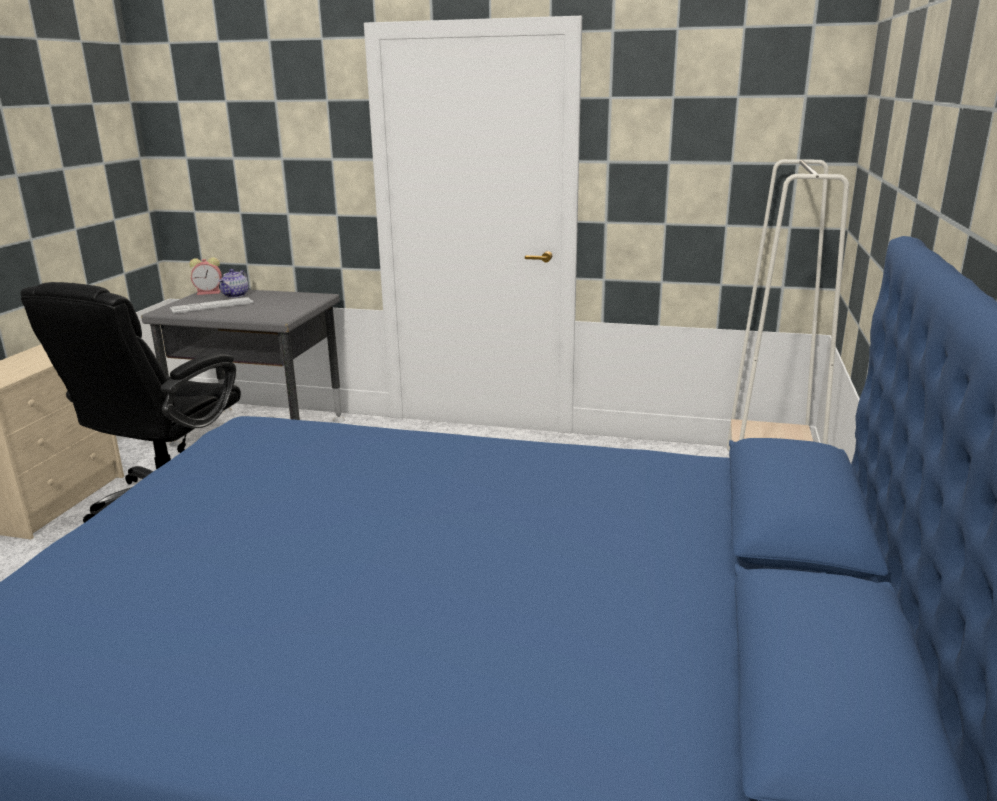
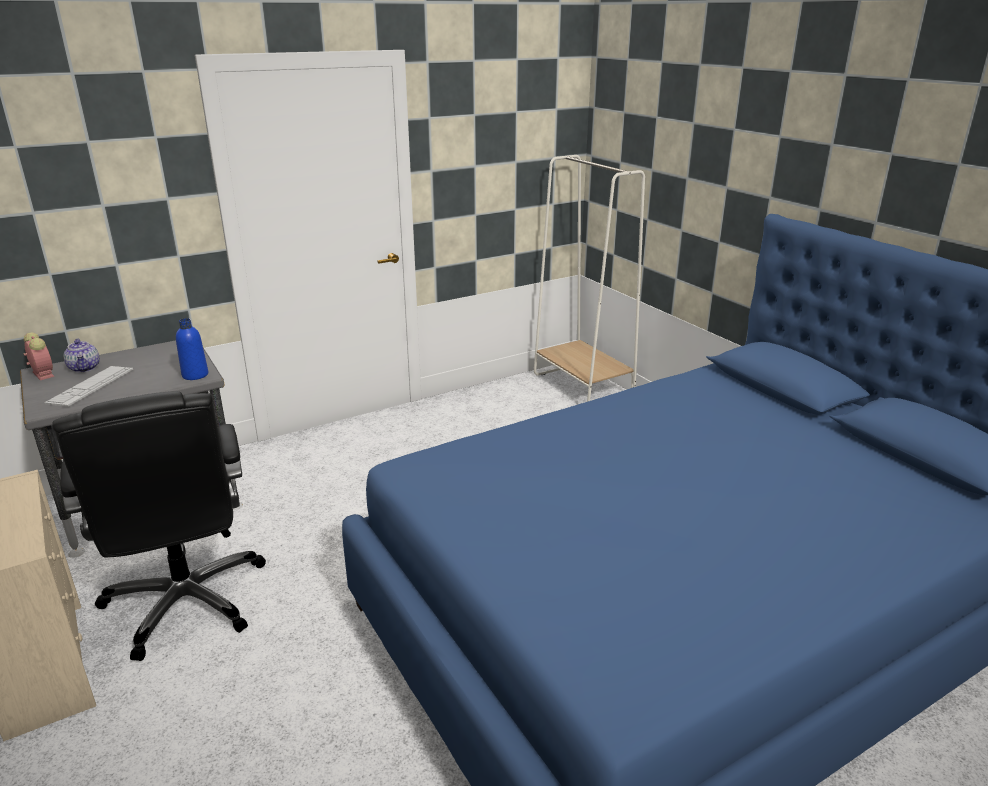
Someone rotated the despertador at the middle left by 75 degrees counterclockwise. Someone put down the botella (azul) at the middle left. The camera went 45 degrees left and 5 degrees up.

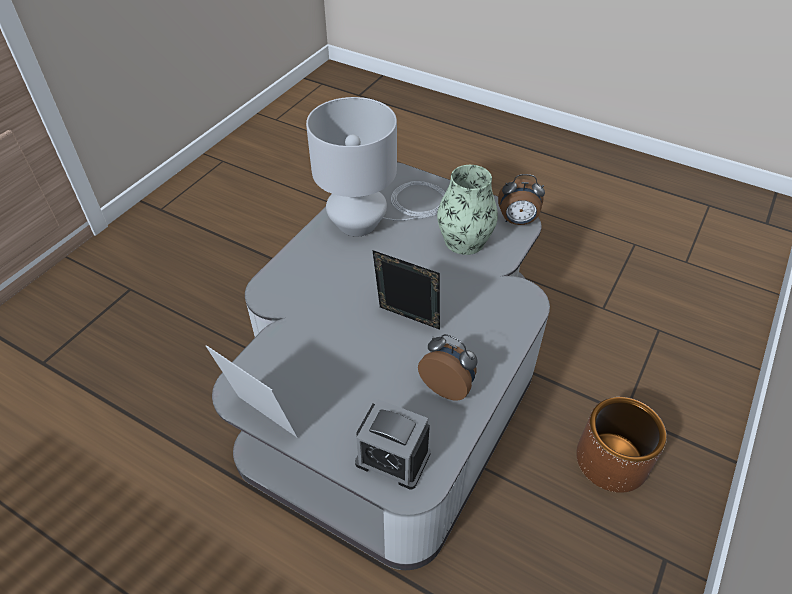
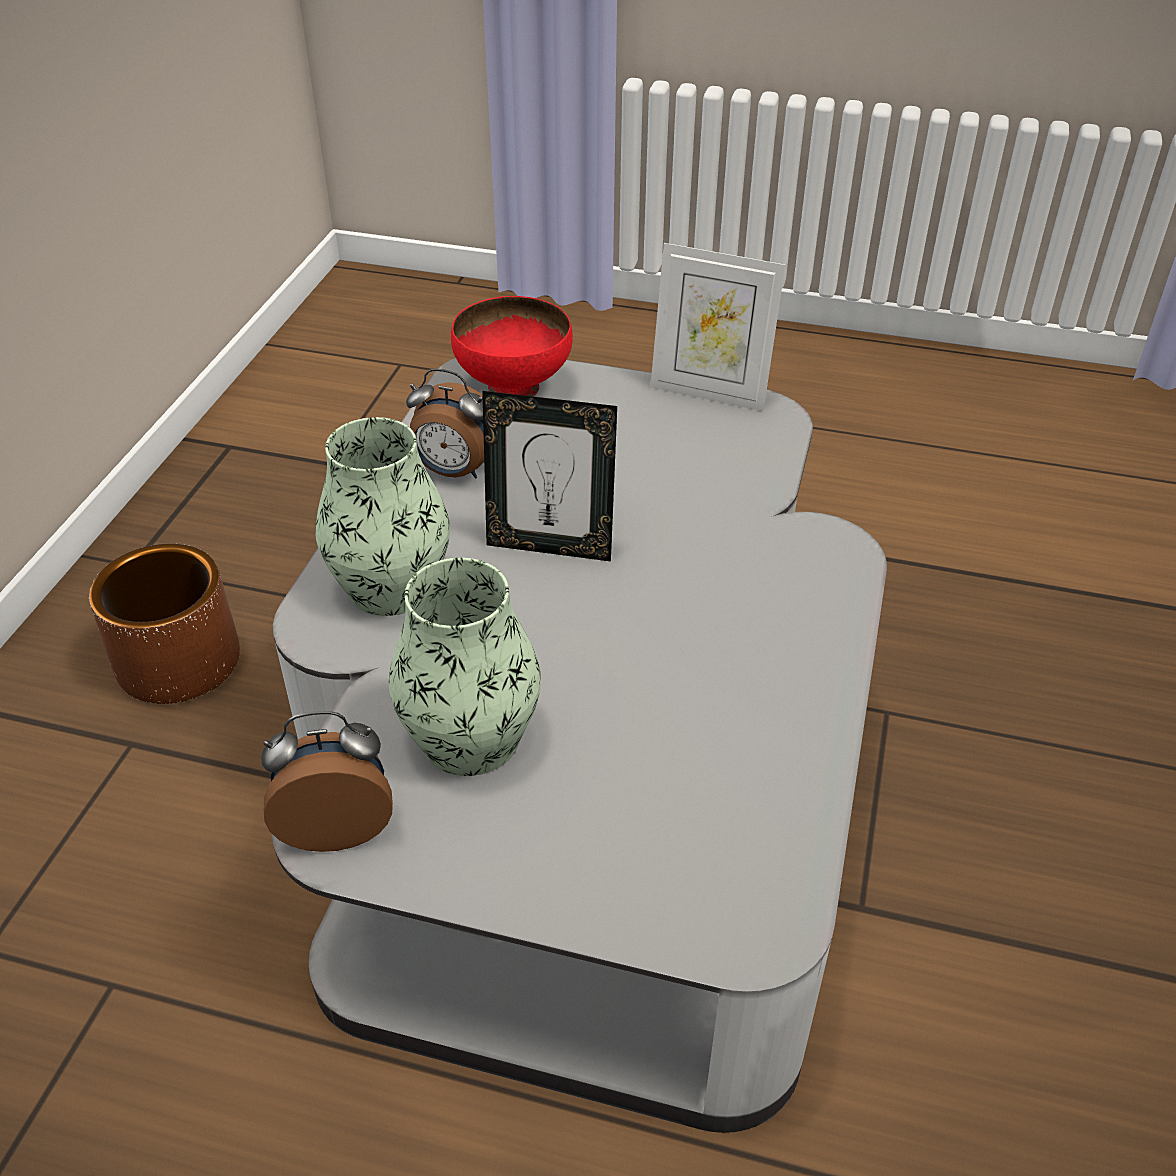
Someone took away the lámpara de mesa (gris) at the top centre. Someone swapped the despertador (no. 1 from left) at the bottom centre for the cuenco (rojo) at the top centre. Someone put down the florero (no. 1 from left) at the middle left. The camera went 165 degrees right and 5 degrees down.

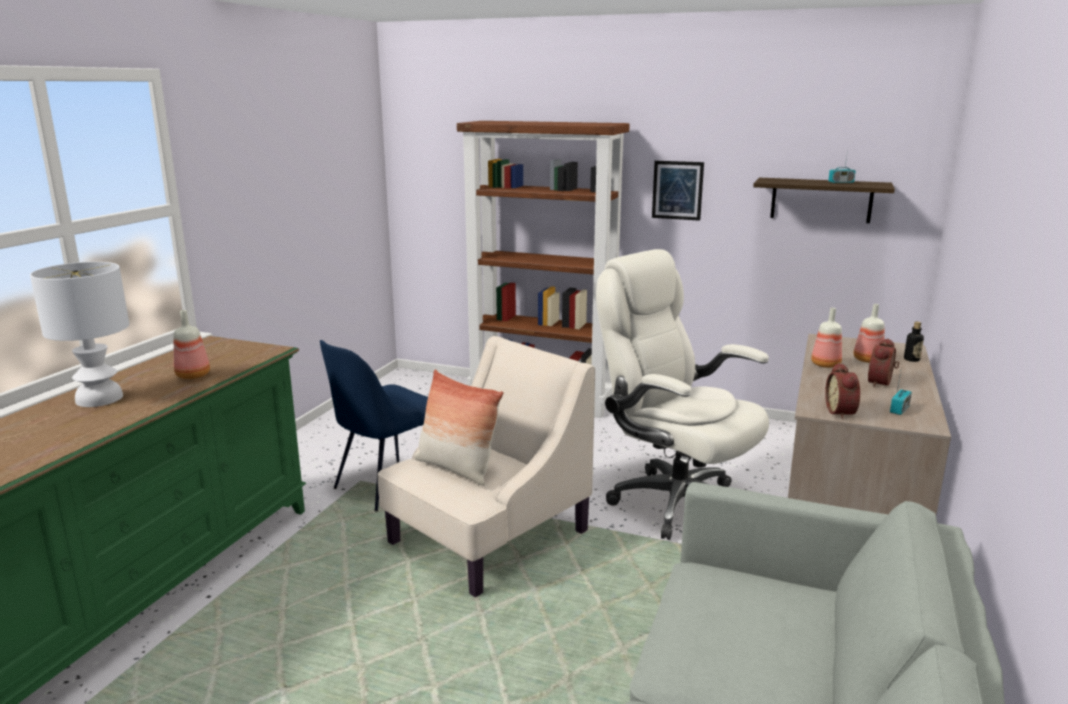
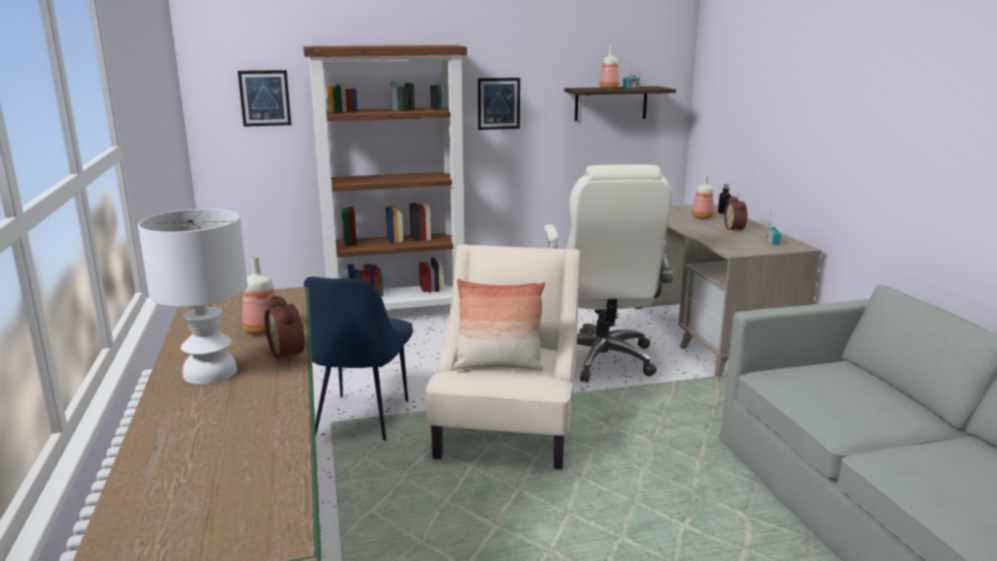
Someone rotated the silla de oficina (blanco) at the centre by 105 degrees counterclockwise. Someone carried the botella (no. 2 from left) from the middle right to the top centre. Someone carried the despertador (no. 1 from left) from the middle right to the middle left. Someone put up the cuadro (no. 1 from left) at the top left. The camera went 35 degrees left and 0 degrees up.

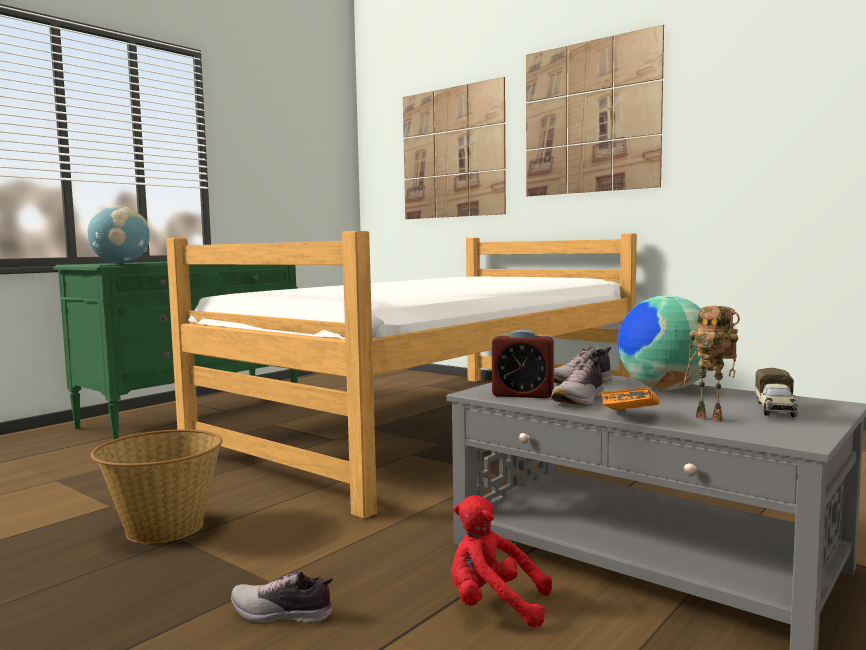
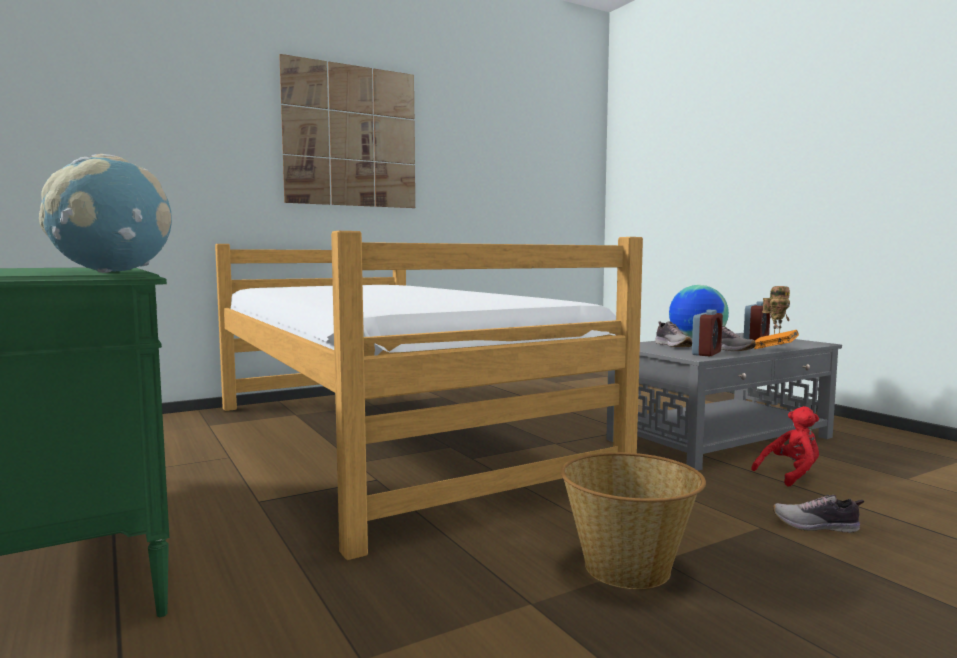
Someone took away the cuadro (no. 1 from left) at the top centre. Someone swapped the camión de juguete at the middle right for the despertador (no. 2 from left) at the middle right. Someone rotated the peluche (rojo) at the bottom centre by 150 degrees counterclockwise. Someone rotated the zapato (no. 1 from left in the first image) at the bottom left by 75 degrees clockwise. The camera went 70 degrees left and 0 degrees up.

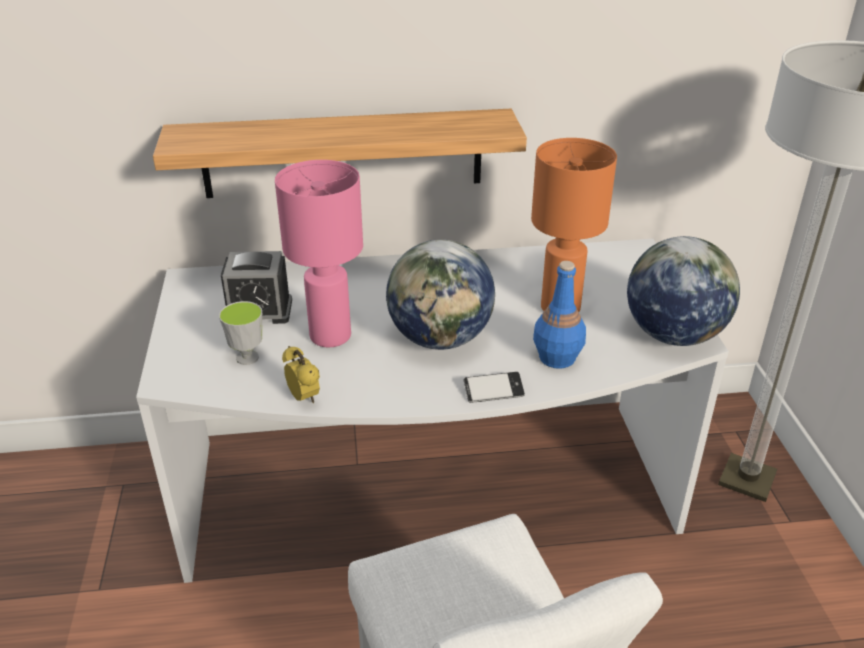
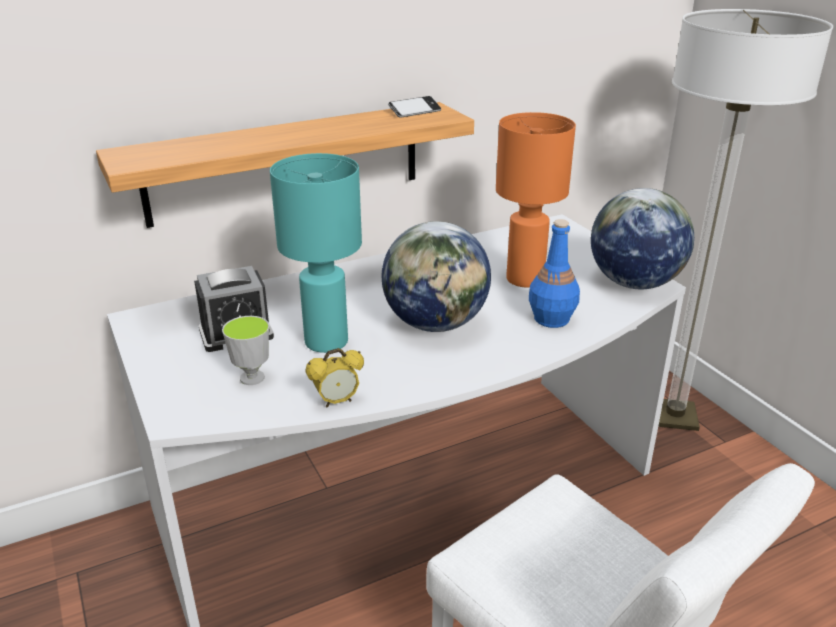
Someone repainted the lámpara de mesa (rosa) at the centre, which became the lámpara de mesa (turquesa) at the centre. Someone rotated the despertador (no. 2 from left) at the centre by 120 degrees clockwise. Someone carried the móvil from the centre to the top centre. The camera went 20 degrees left and 5 degrees down.

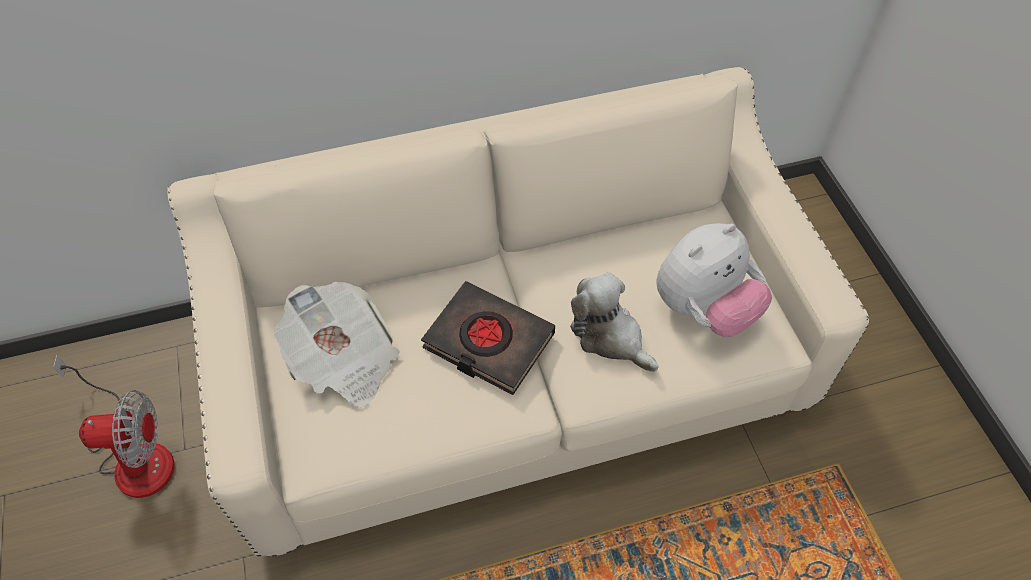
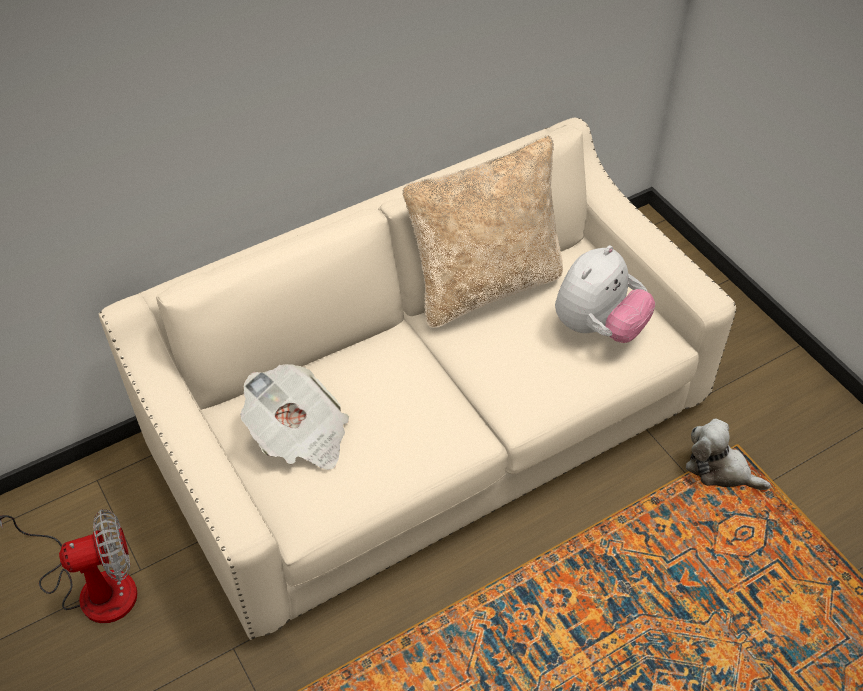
Someone carried the peluche (no. 1 from left in the first image) from the centre to the middle right. Someone took away the libro (negro) at the centre. Someone put down the cojín (beis) at the centre. The camera went 15 degrees left and 5 degrees down.

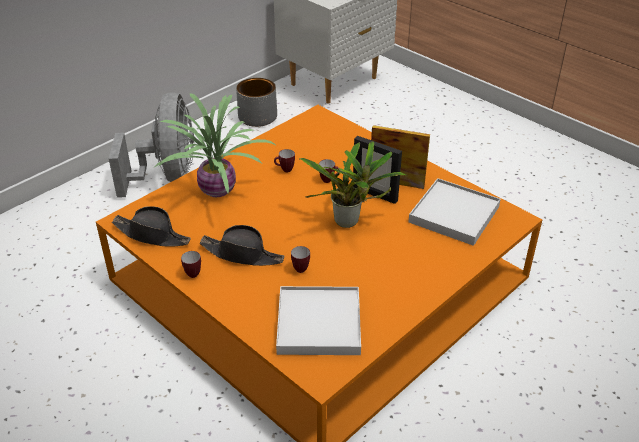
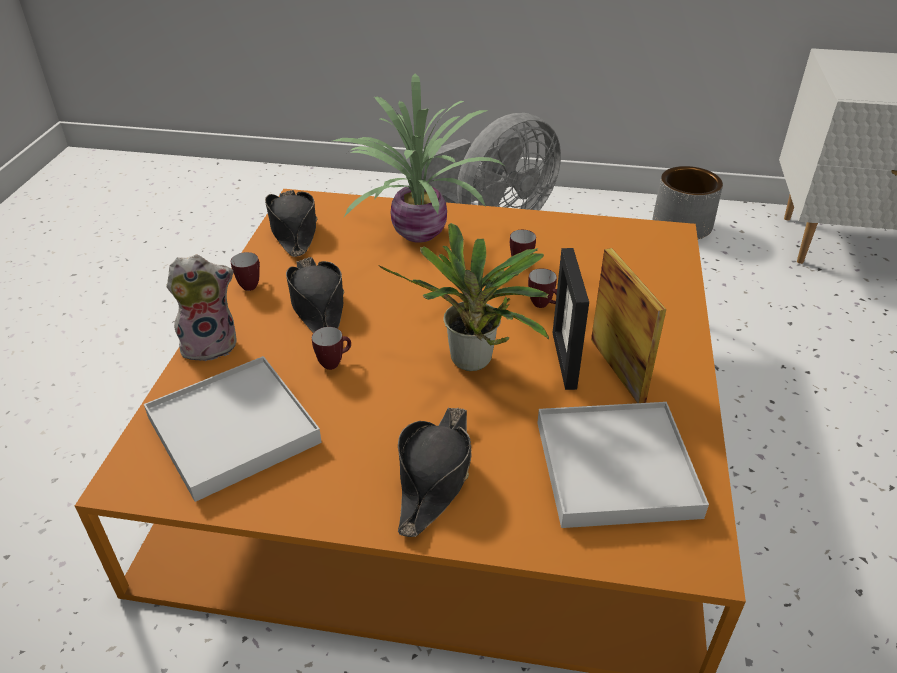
Someone put down the peluche at the middle left. Someone put down the sombrero (negro) (no. 3 from left) at the bottom centre. The camera went 55 degrees right and 0 degrees up.

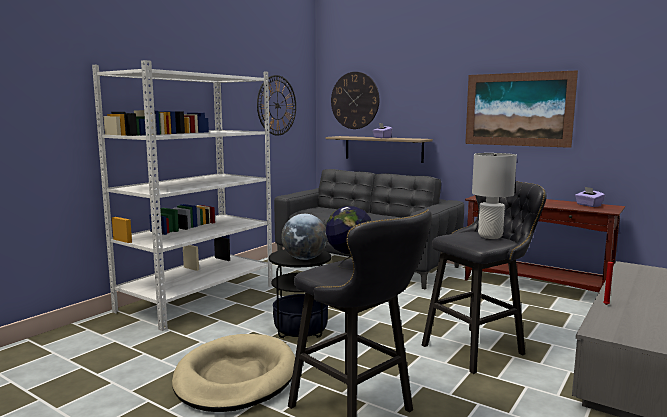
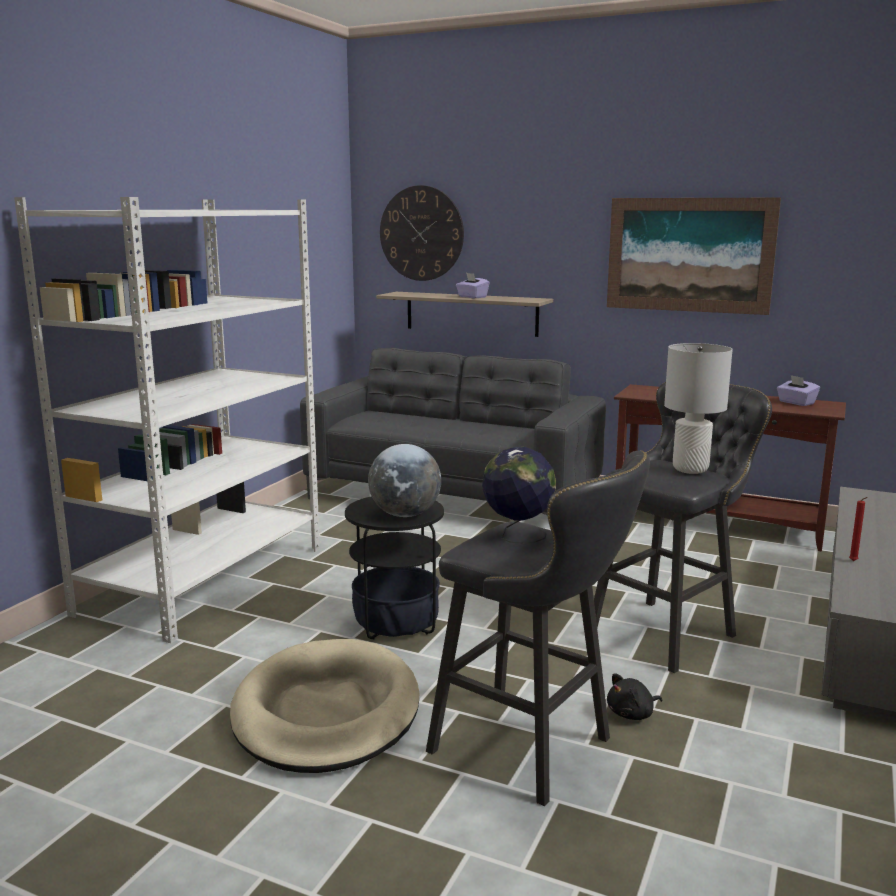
Someone took away the reloj de pared (no. 1 from left) at the top centre. Someone put down the peluche (negro) at the bottom right. The camera went 10 degrees left and 5 degrees up.

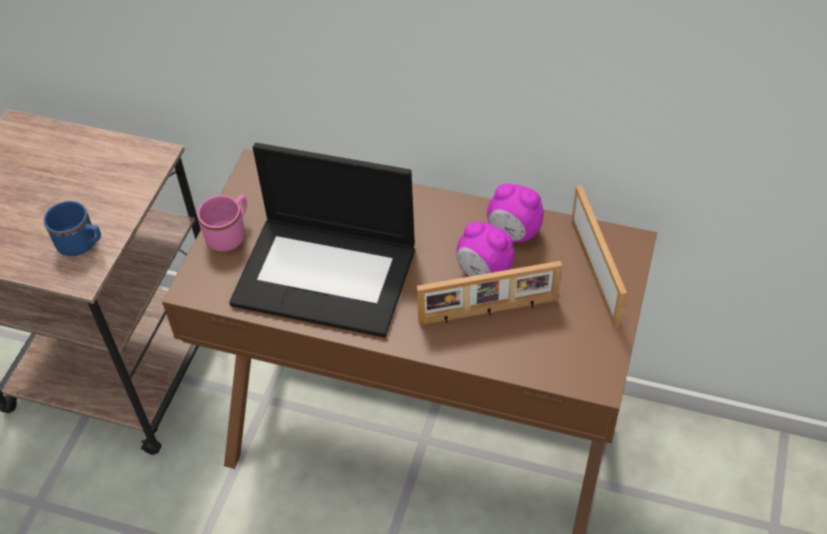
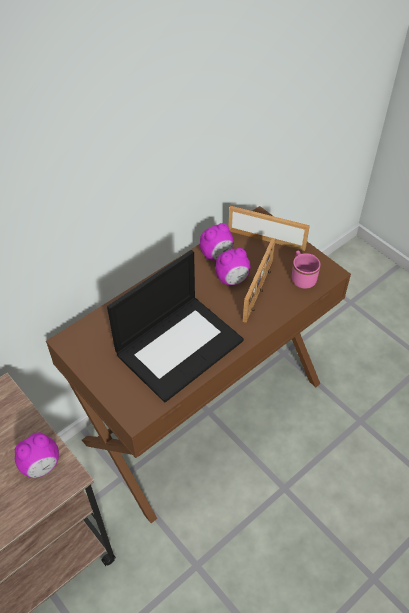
Someone carried the taza grande (rosa) from the middle left to the middle right. Someone swapped the taza grande (azul) at the middle left for the despertador (no. 1 from left) at the bottom left. The camera went 60 degrees left and 0 degrees up.

